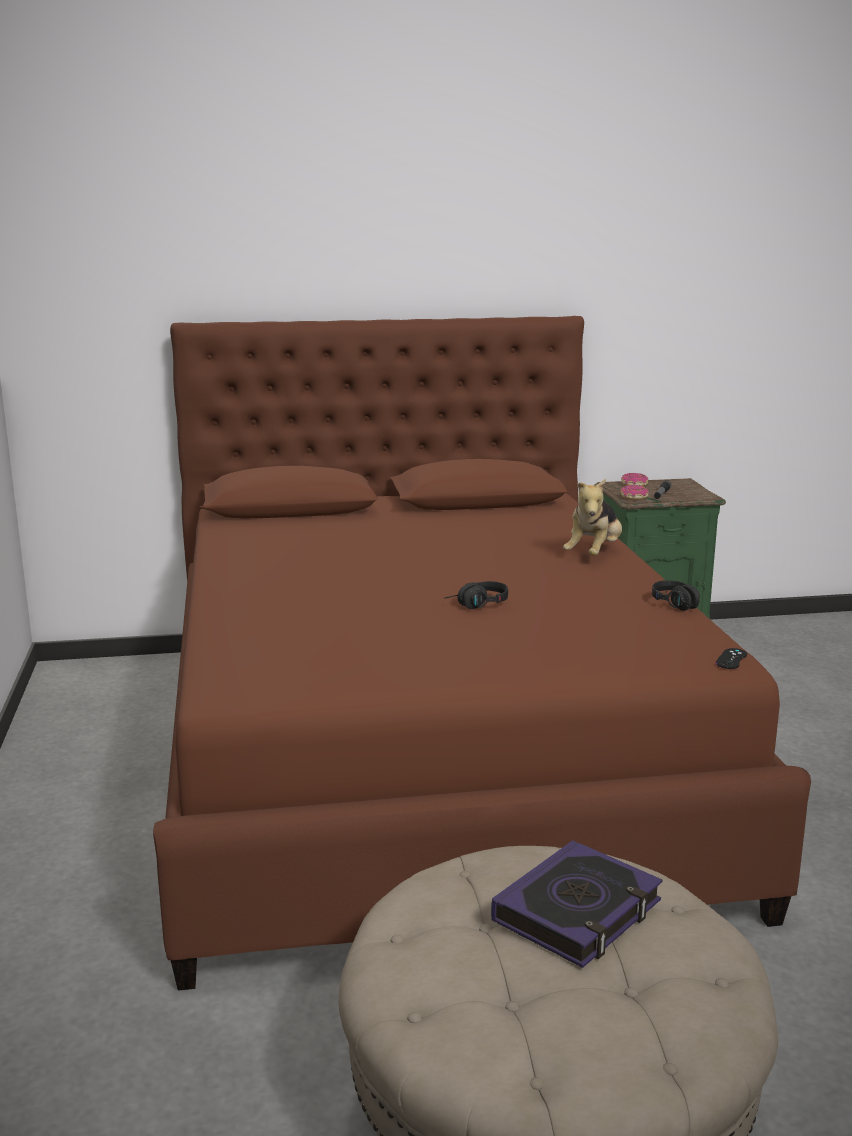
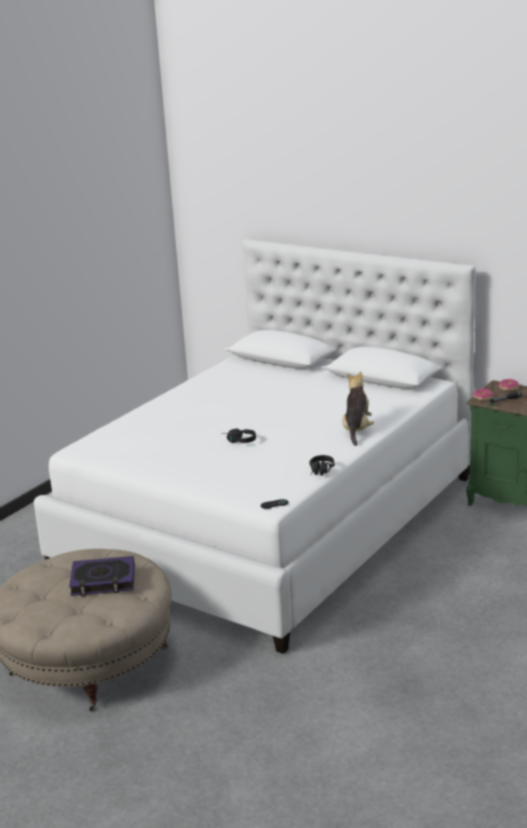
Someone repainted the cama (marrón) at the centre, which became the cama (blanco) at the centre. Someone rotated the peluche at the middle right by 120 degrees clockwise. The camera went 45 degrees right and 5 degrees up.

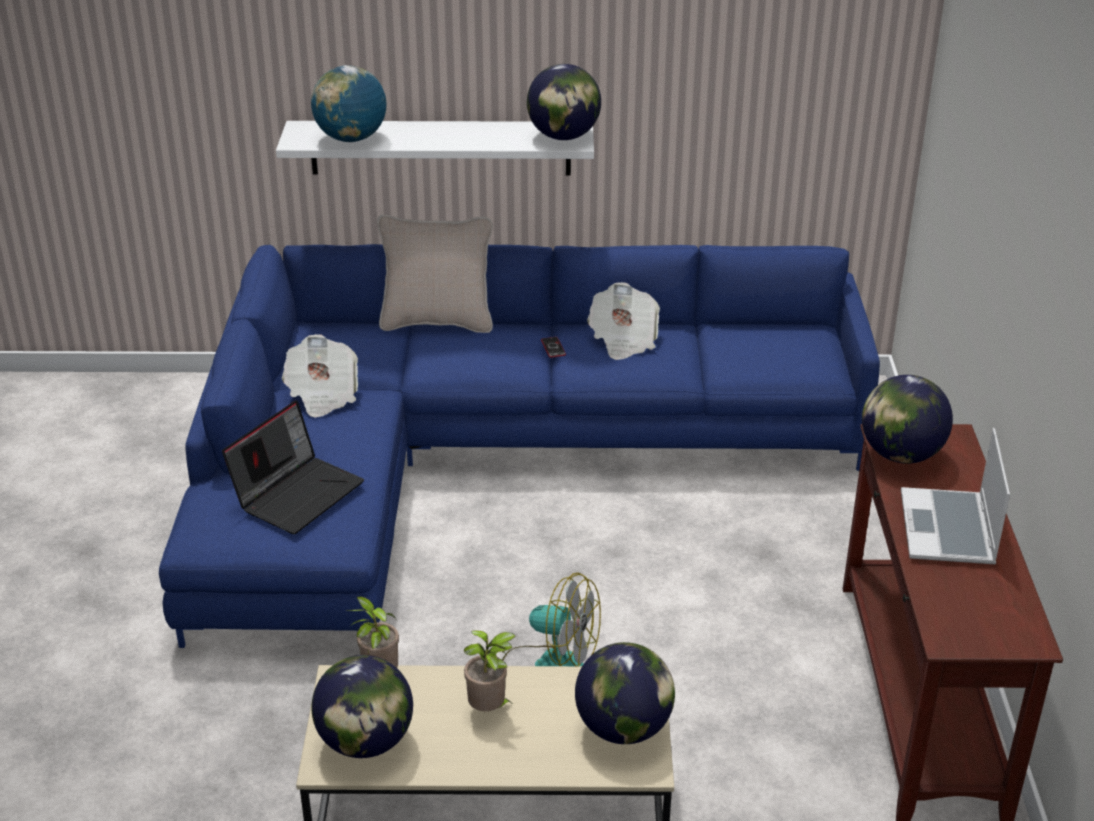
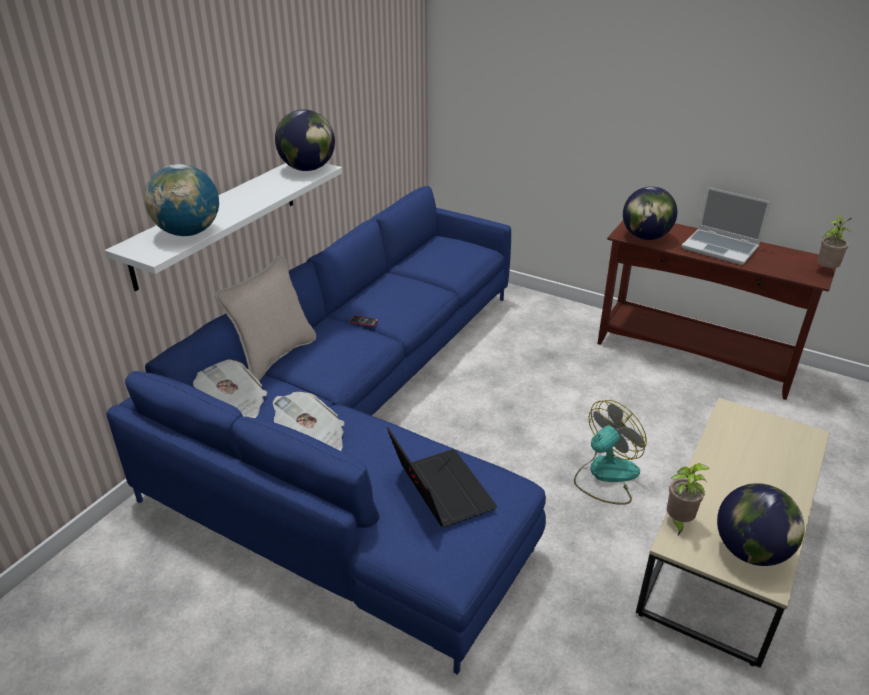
Someone carried the periódico (no. 2 from left in the first image) from the centre to the middle left. Someone carried the planta en maceta (no. 2 from left) from the bottom centre to the middle right. Someone took away the globo terráqueo (no. 4 from left) at the bottom centre. The camera went 60 degrees left and 0 degrees up.

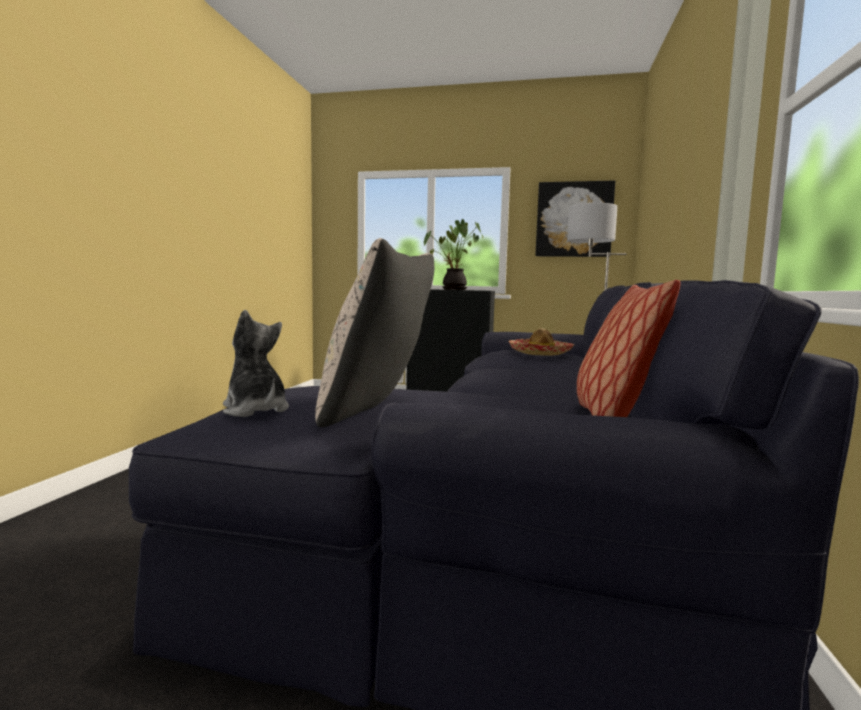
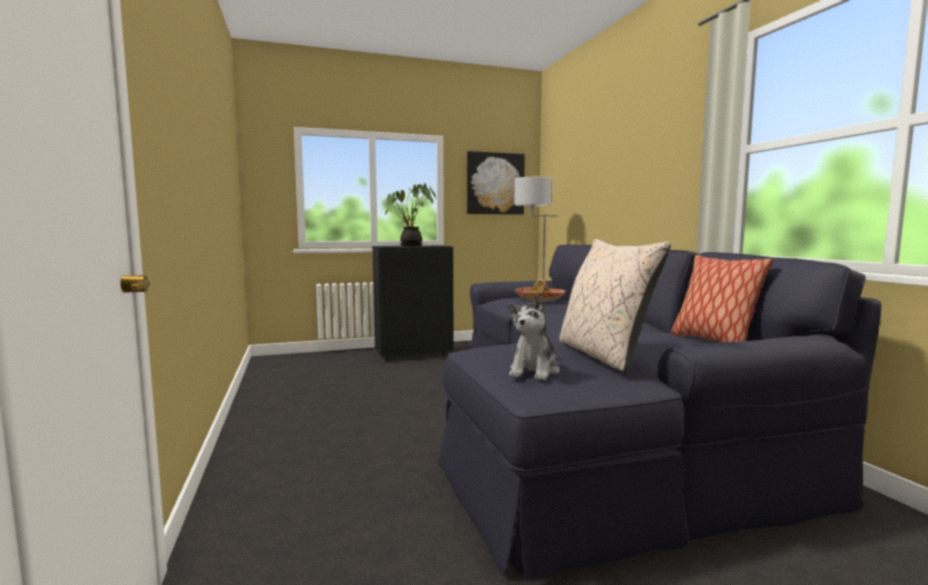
Someone rotated the peluche at the middle left by 90 degrees counterclockwise. The camera went 30 degrees left and 0 degrees up.

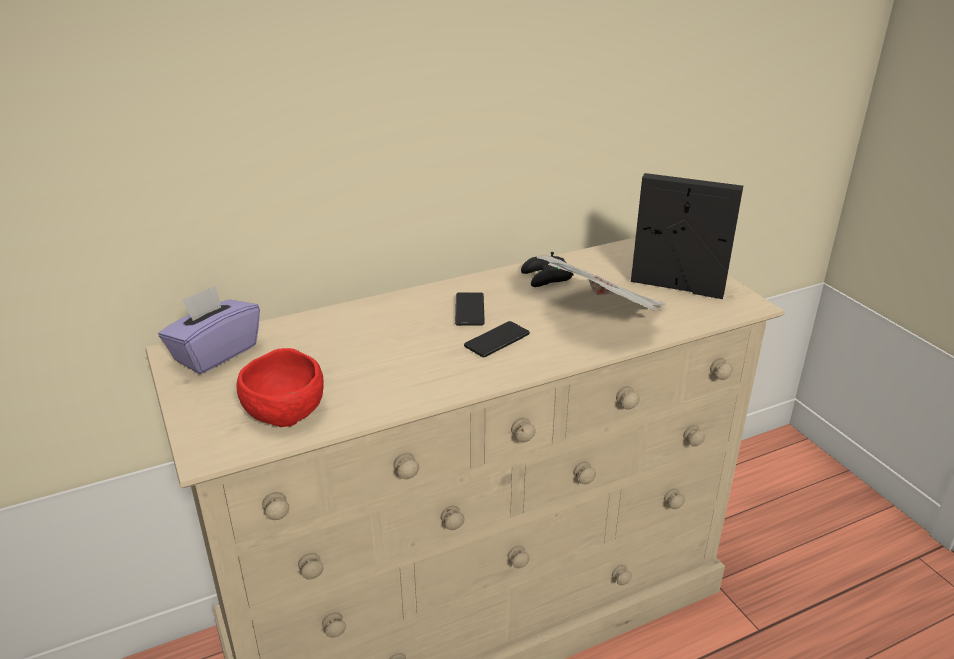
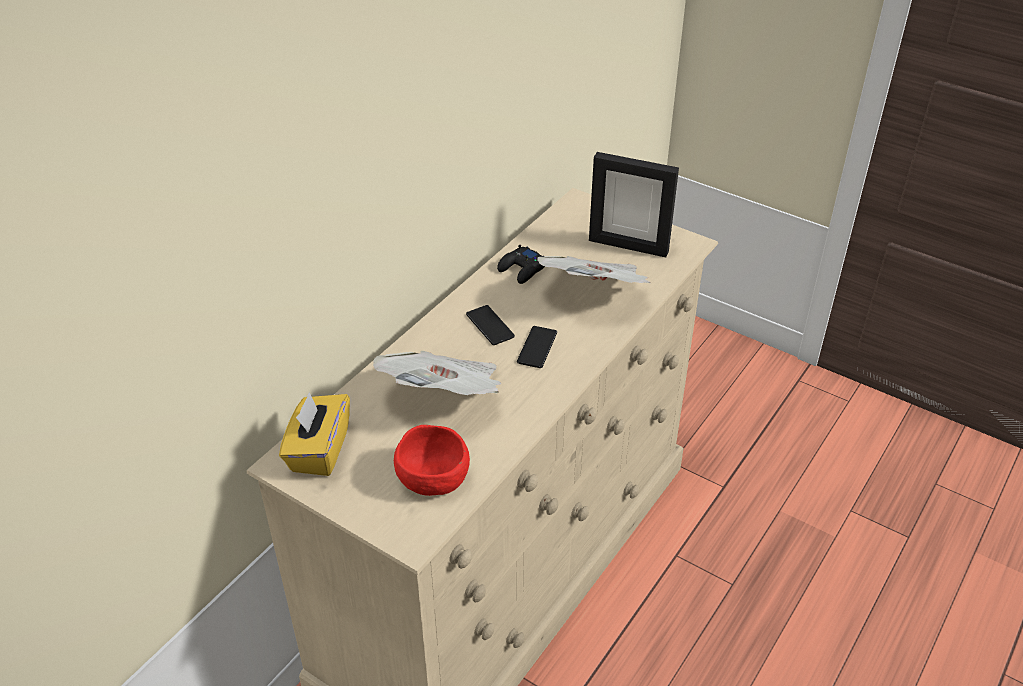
Someone rotated the portarretratos at the middle right by 150 degrees counterclockwise. Someone repainted the caja de pañuelos (morado) at the middle left, which became the caja de pañuelos (amarillo) at the middle left. Someone put down the periódico (no. 1 from left) at the centre. The camera went 30 degrees left and 10 degrees up.

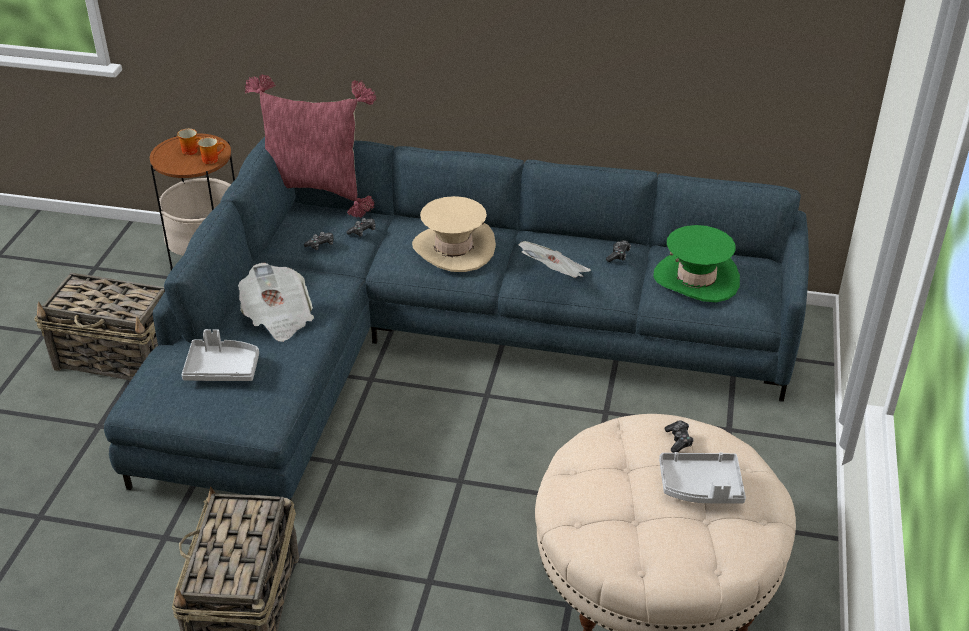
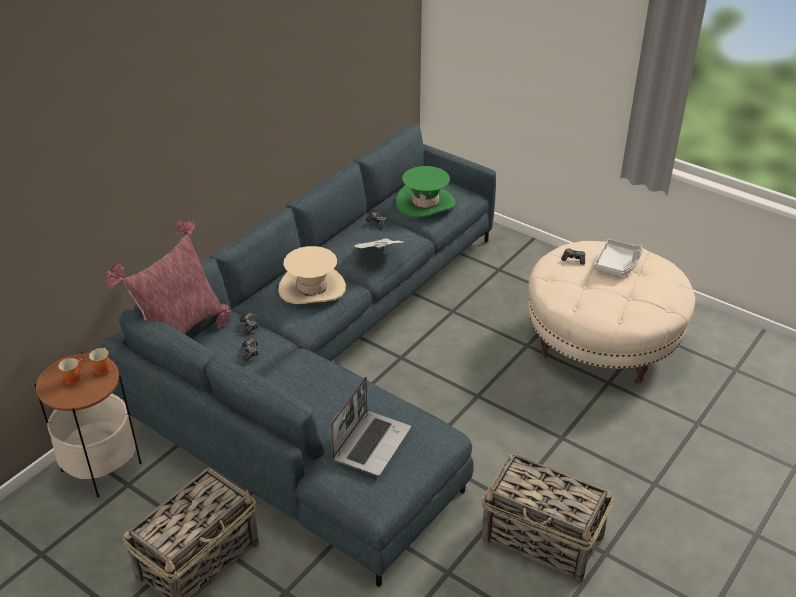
Someone took away the periódico (no. 1 from left) at the middle left. Someone swapped the bandeja (gris) (no. 1 from left) at the middle left for the portátil at the bottom centre. The camera went 65 degrees left and 0 degrees up.

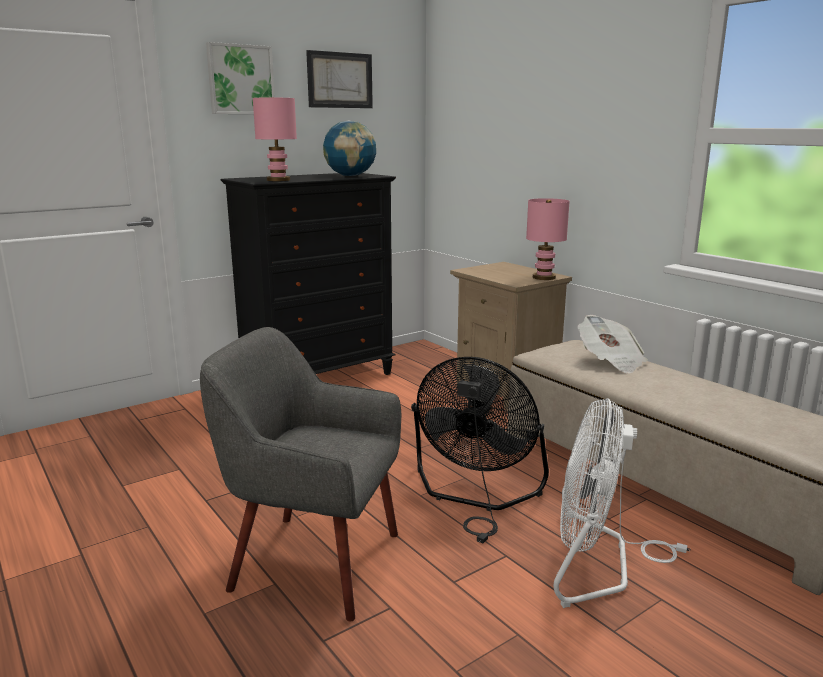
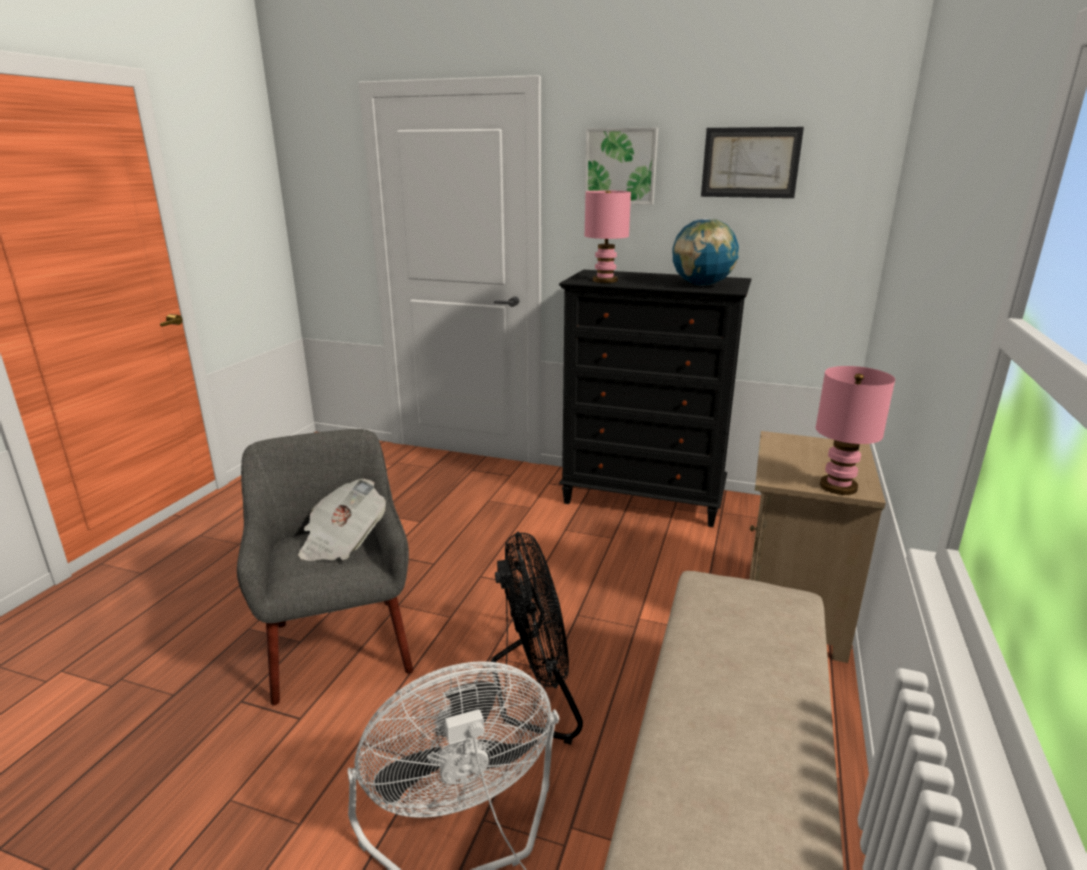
Someone carried the periódico from the middle right to the middle left. The camera went 55 degrees right and 5 degrees up.

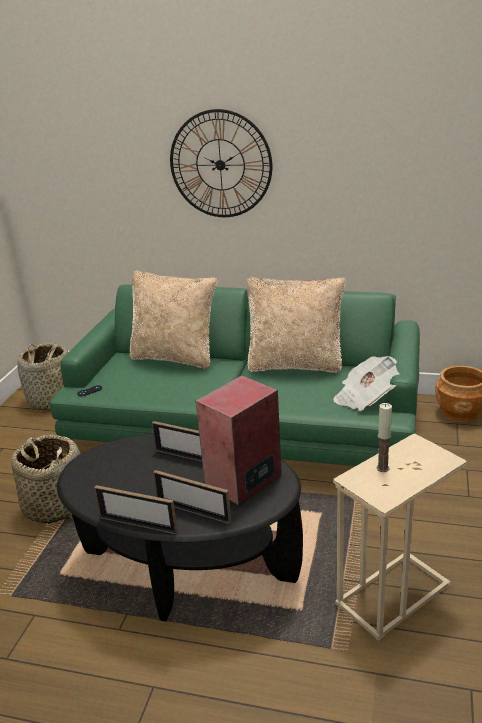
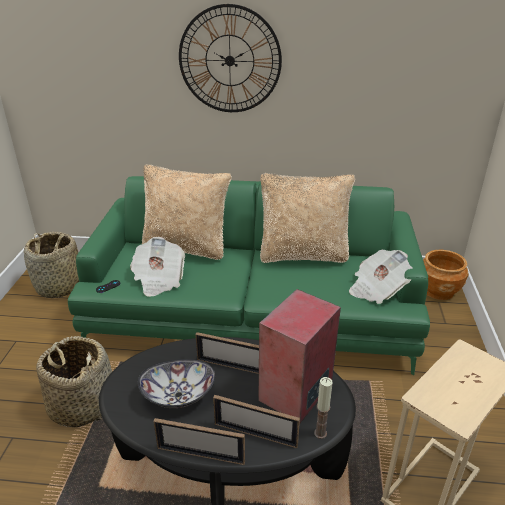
Someone carried the vela from the middle right to the bottom centre. Someone put down the periódico (no. 1 from left) at the middle left. Someone put down the cuenco at the bottom centre. The camera went 10 degrees left and 5 degrees up.

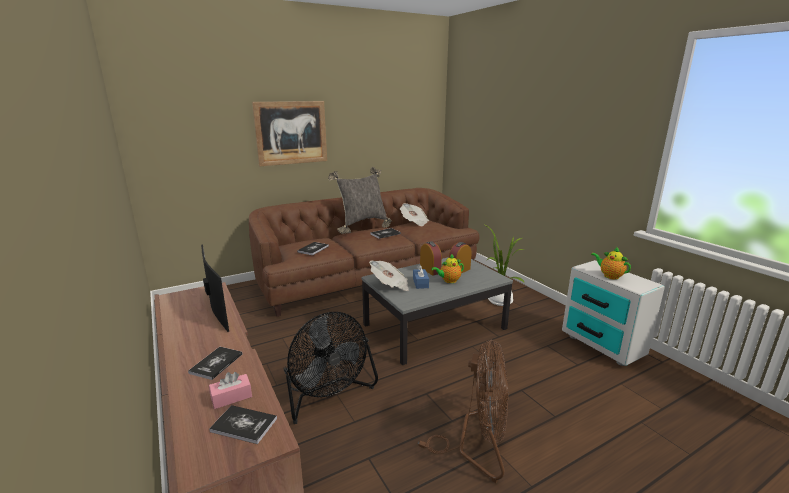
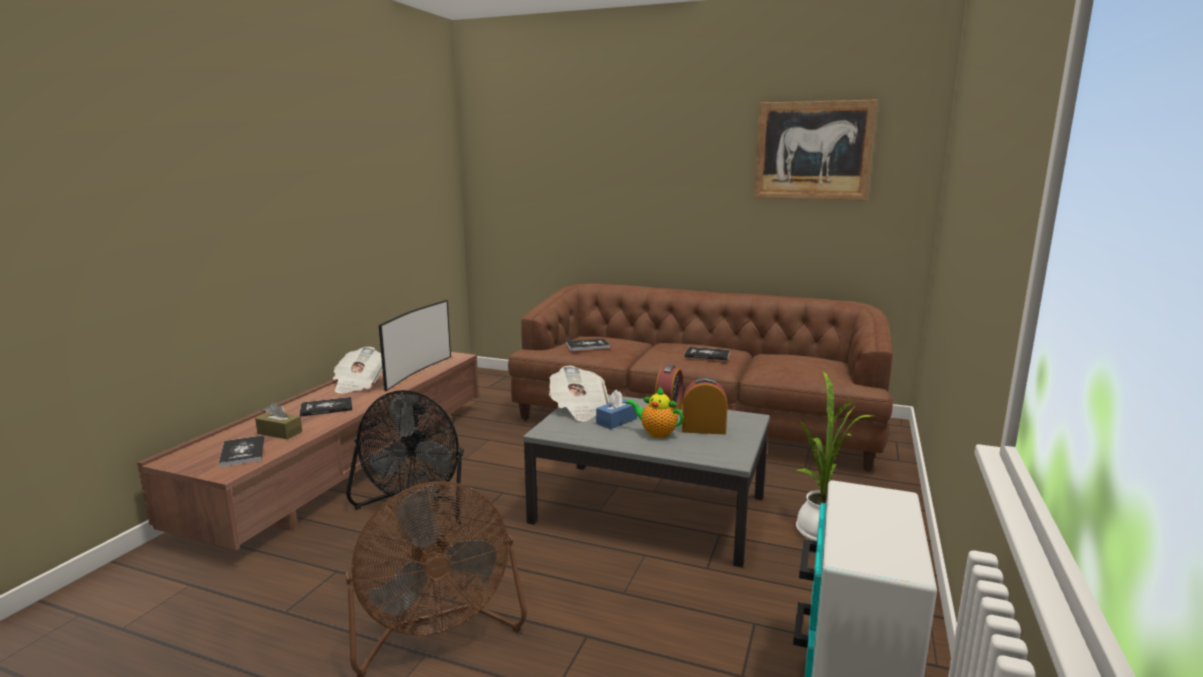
Someone carried the cuadro from the top centre to the top right. Someone took away the cojín at the centre. Someone carried the periódico (no. 2 from left in the first image) from the centre to the middle left. Someone took away the tetera (no. 2 from left) at the middle right. Someone repainted the caja de pañuelos (rosa) at the bottom left, which became the caja de pañuelos (marrón) at the middle left. The camera went 50 degrees right and 5 degrees down.

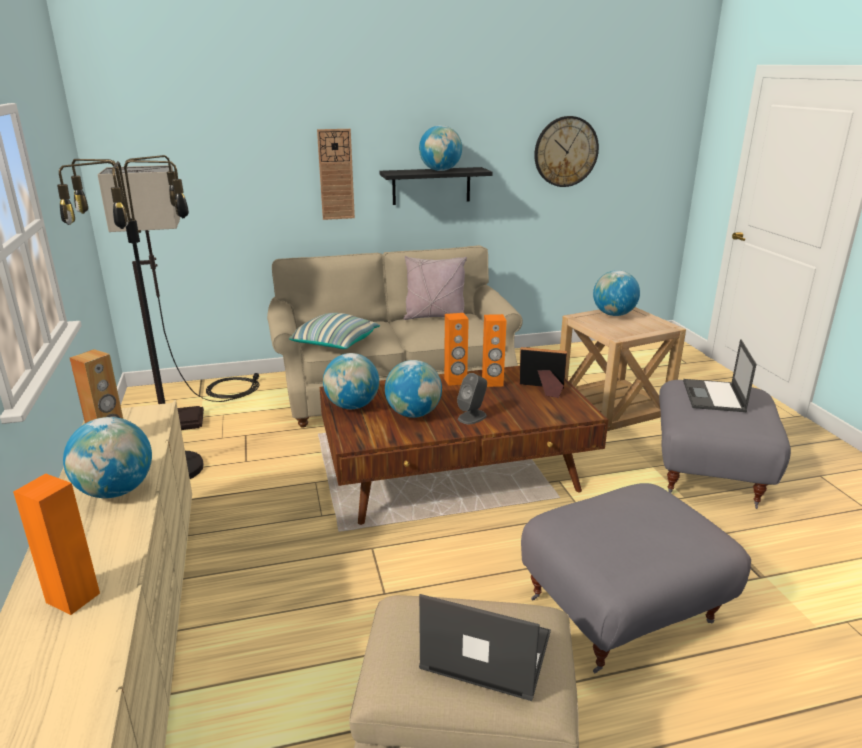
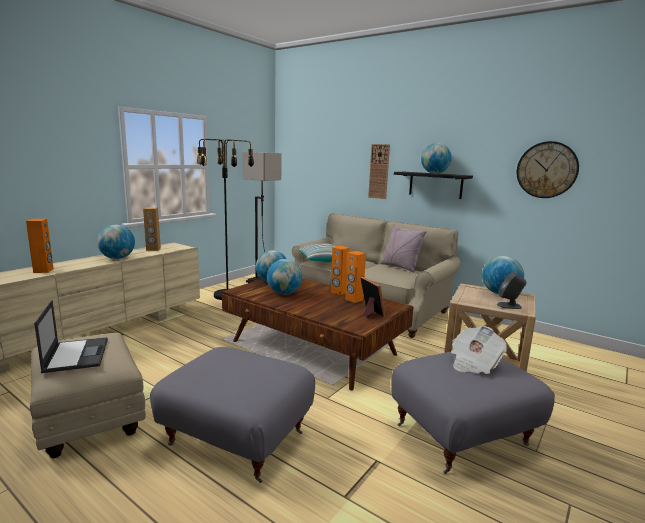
Someone swapped the portátil (no. 2 from left) at the middle right for the periódico at the bottom right. Someone carried the altavoz (gris) from the centre to the middle right. The camera went 50 degrees right and 10 degrees down.

